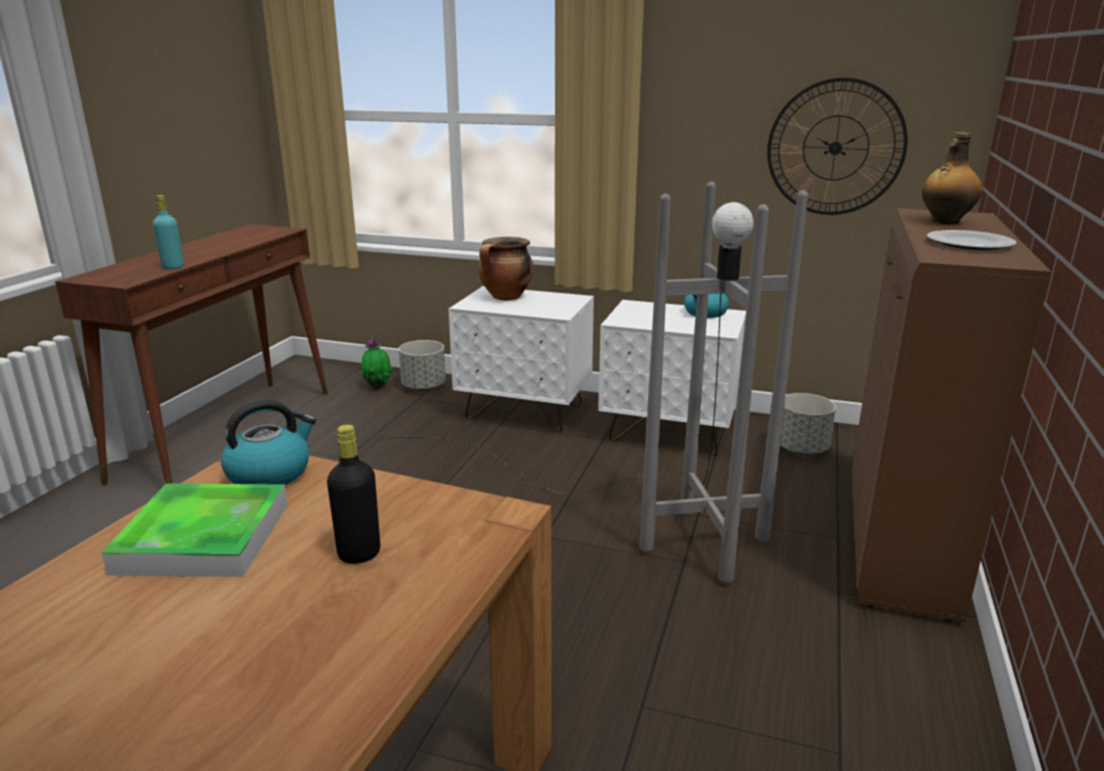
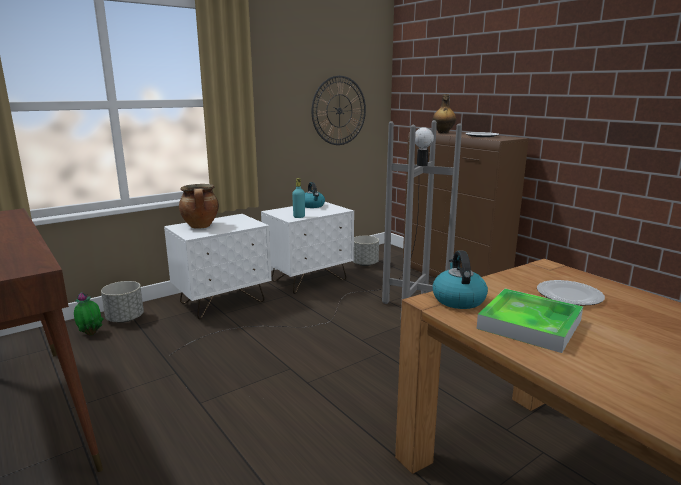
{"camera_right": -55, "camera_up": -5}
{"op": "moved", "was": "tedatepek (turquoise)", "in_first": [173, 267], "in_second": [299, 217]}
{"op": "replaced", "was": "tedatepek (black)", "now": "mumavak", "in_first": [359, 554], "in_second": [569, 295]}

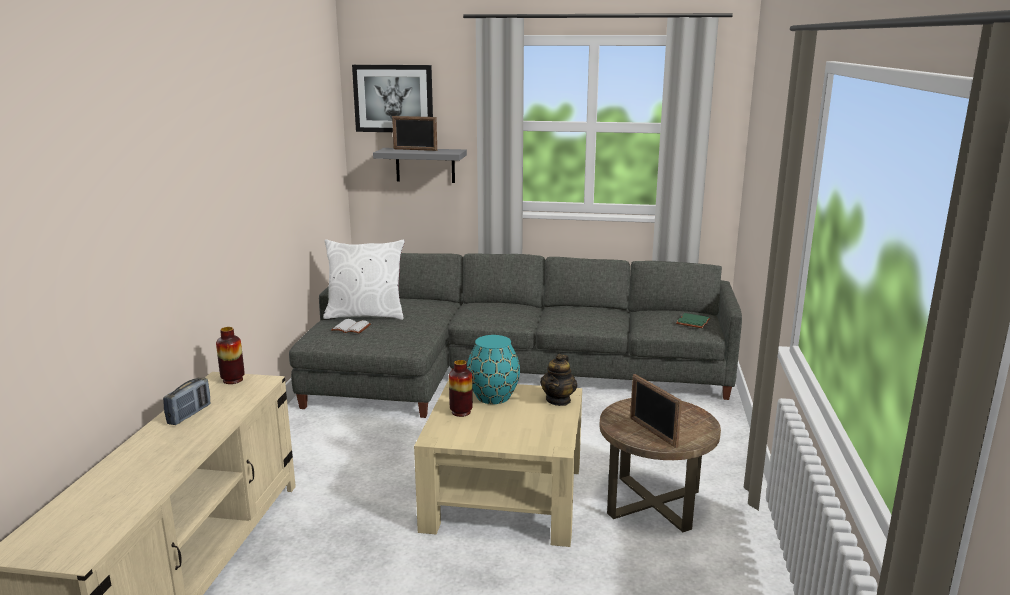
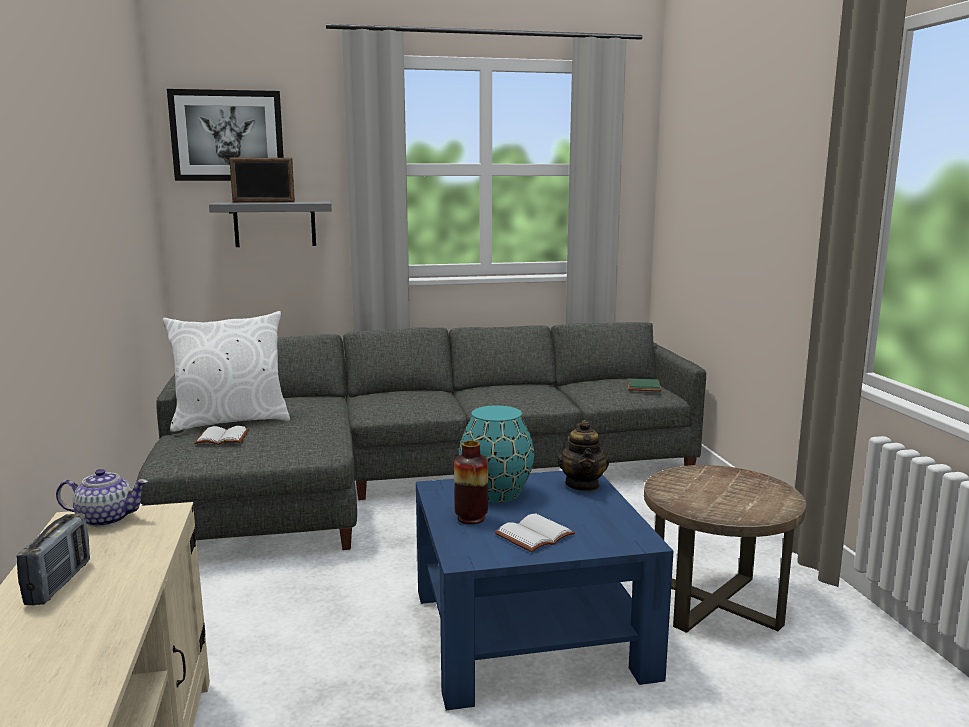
{"camera_right": -20, "camera_up": -5}
{"op": "replaced", "was": "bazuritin", "now": "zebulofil", "in_first": [233, 380], "in_second": [105, 519]}
{"op": "recoloured", "was": "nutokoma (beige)", "now": "nutokoma (blue)", "in_first": [504, 496], "in_second": [529, 632]}
{"op": "removed", "was": "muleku", "in_first": [652, 432]}
{"op": "added", "now": "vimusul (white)", "in_second": [535, 536]}

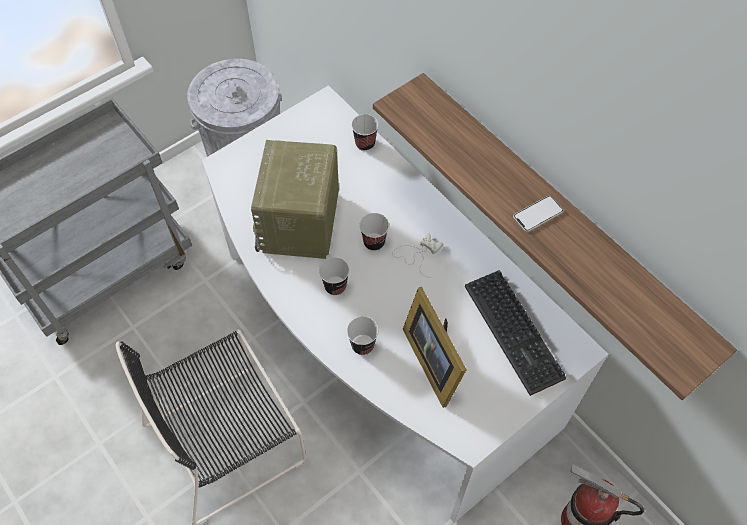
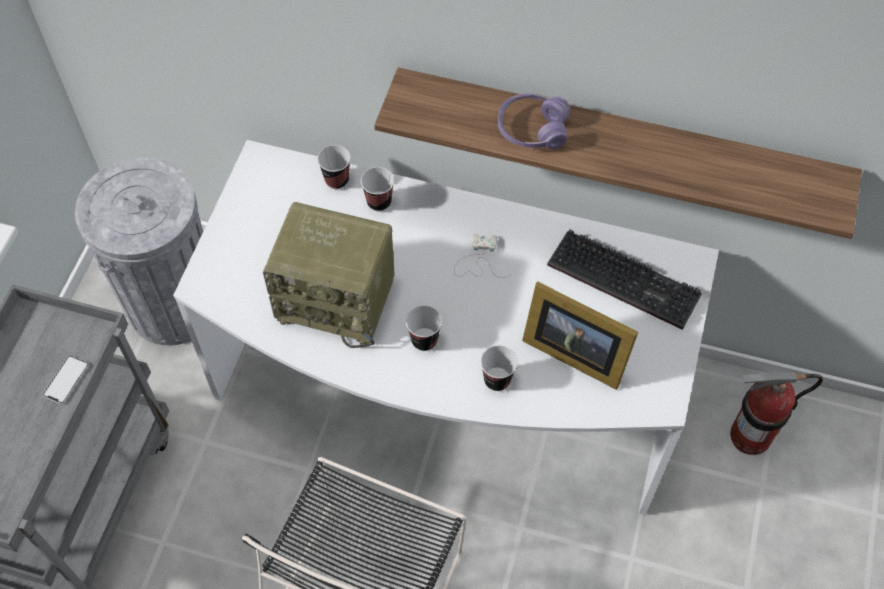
{"camera_right": -35, "camera_up": 0}
{"op": "turned", "was": "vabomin", "in_first": [301, 224], "in_second": [338, 299], "clockwise": -45}
{"op": "moved", "was": "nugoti", "in_first": [374, 242], "in_second": [379, 202]}
{"op": "moved", "was": "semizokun", "in_first": [538, 214], "in_second": [66, 380]}
{"op": "added", "now": "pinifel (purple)", "in_second": [532, 129]}

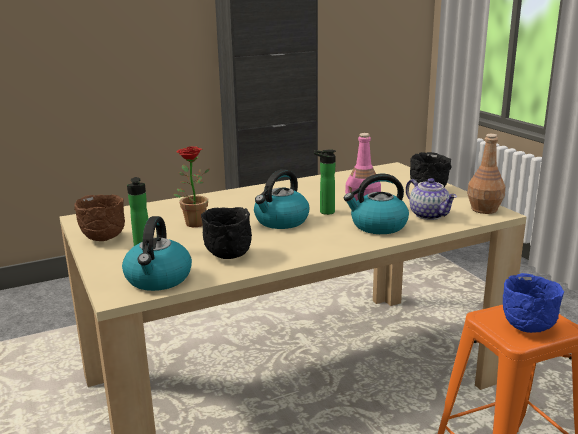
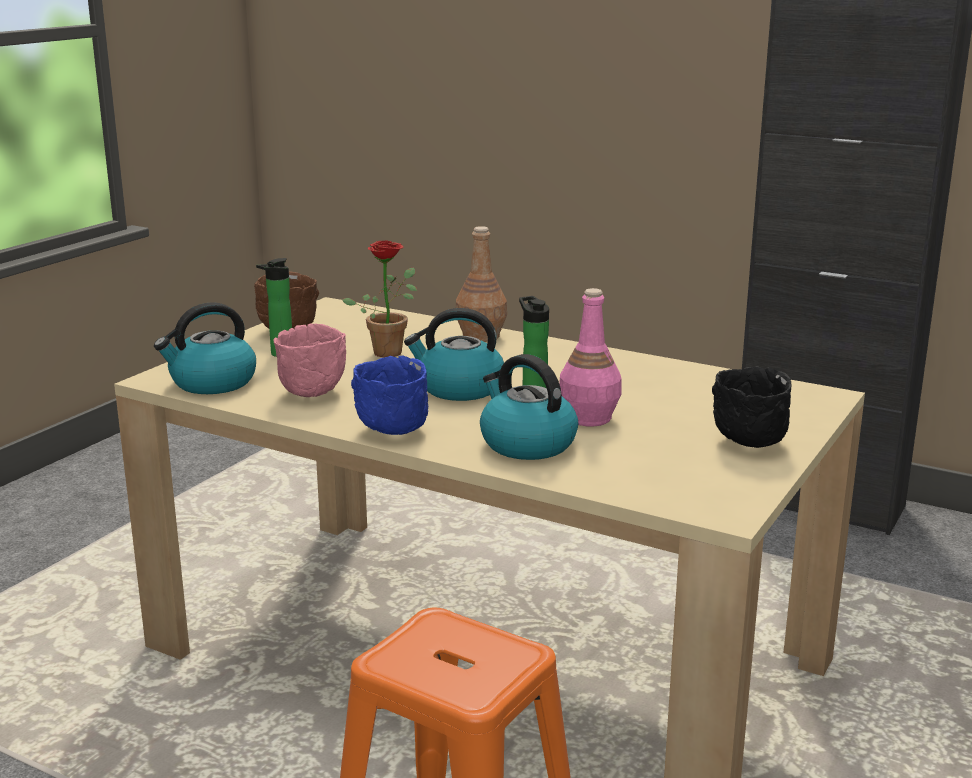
{"camera_right": 55, "camera_up": 0}
{"op": "recoloured", "was": "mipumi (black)", "now": "mipumi (pink)", "in_first": [229, 255], "in_second": [314, 393]}
{"op": "removed", "was": "zebulofil", "in_first": [429, 215]}
{"op": "moved", "was": "tedatepek (brown)", "in_first": [484, 209], "in_second": [481, 336]}
{"op": "moved", "was": "mipumi (blue)", "in_first": [526, 328], "in_second": [393, 430]}

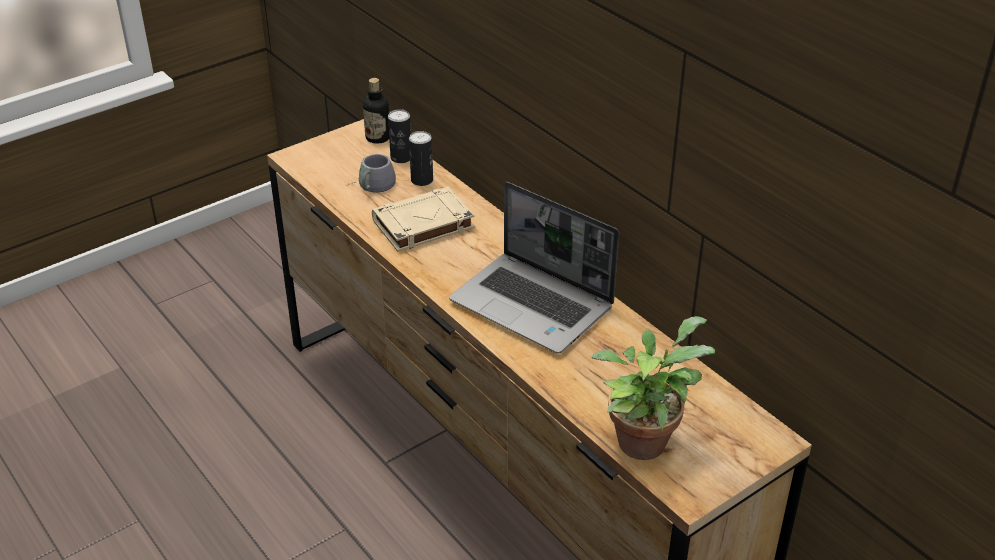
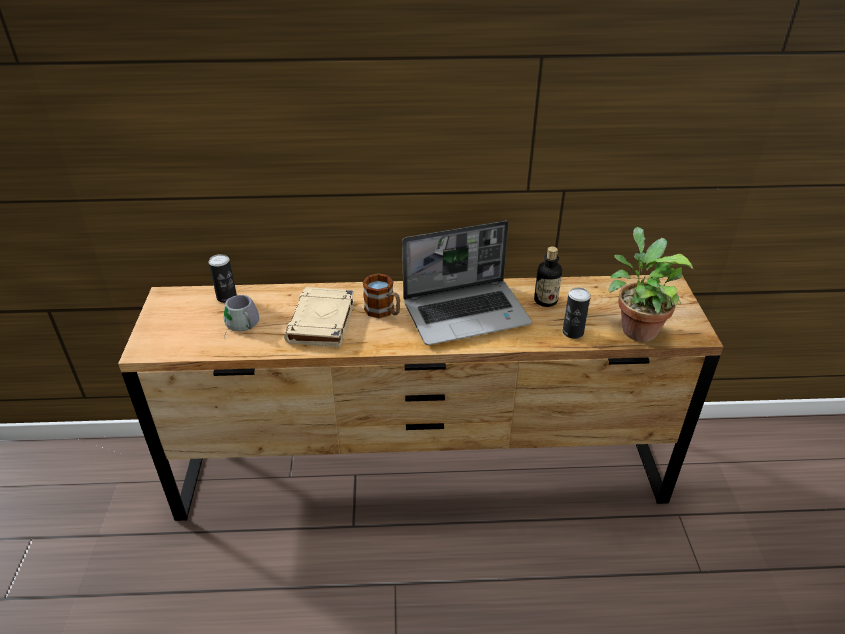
{"camera_right": -55, "camera_up": 0}
{"op": "moved", "was": "tedatepek", "in_first": [378, 137], "in_second": [545, 300]}
{"op": "moved", "was": "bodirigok", "in_first": [422, 180], "in_second": [573, 332]}
{"op": "added", "now": "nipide", "in_second": [384, 311]}

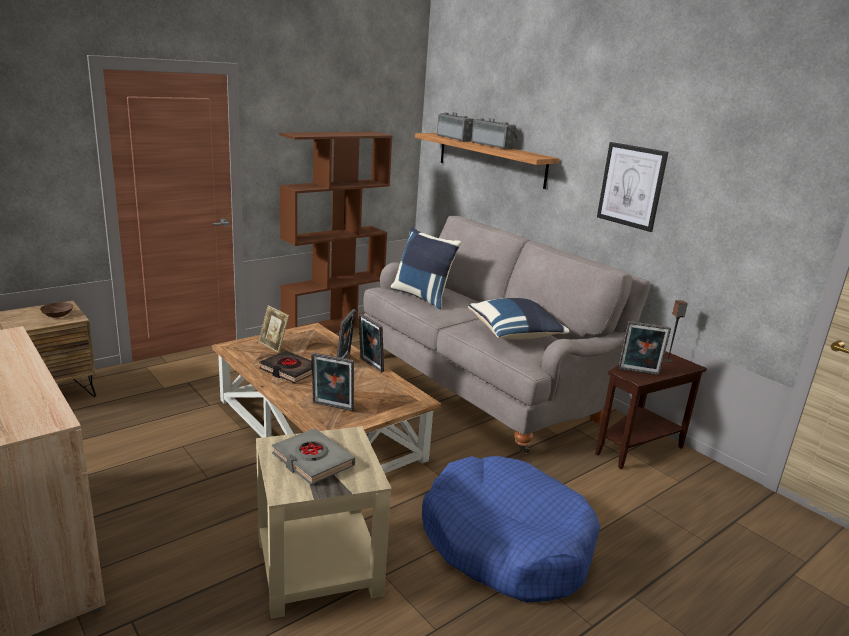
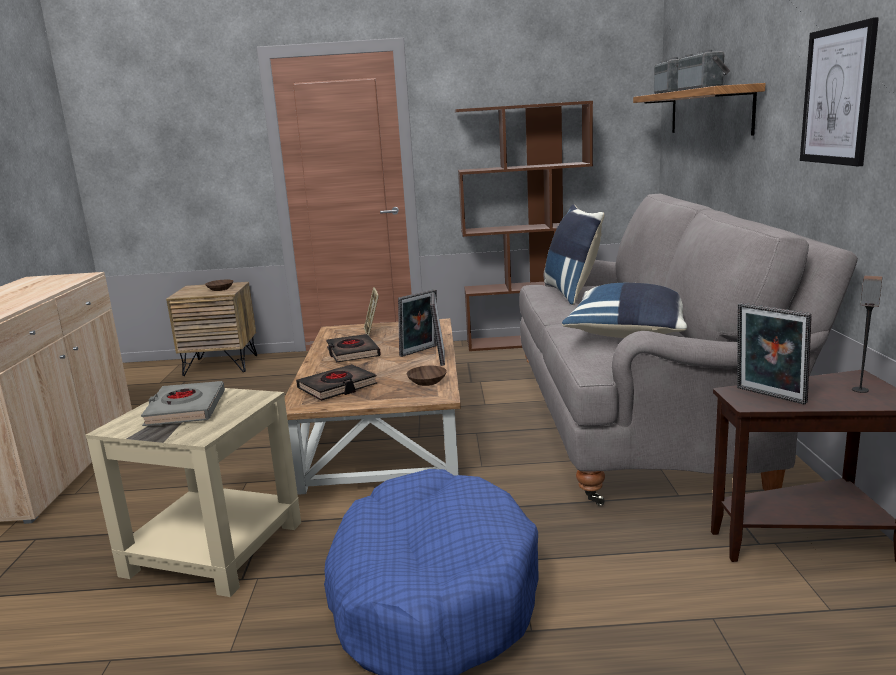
{"camera_right": 40, "camera_up": -5}
{"op": "replaced", "was": "muleku", "now": "vimusul (black)", "in_first": [332, 407], "in_second": [337, 387]}
{"op": "added", "now": "mipumi (brown)", "in_second": [427, 382]}

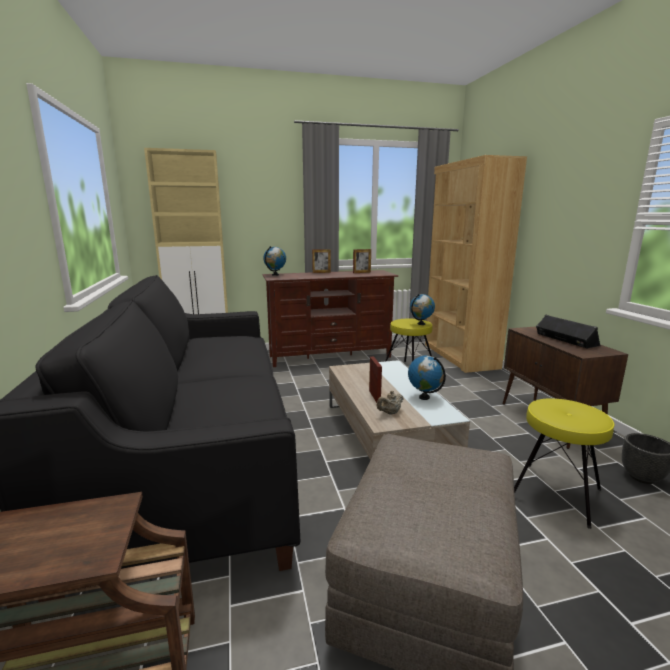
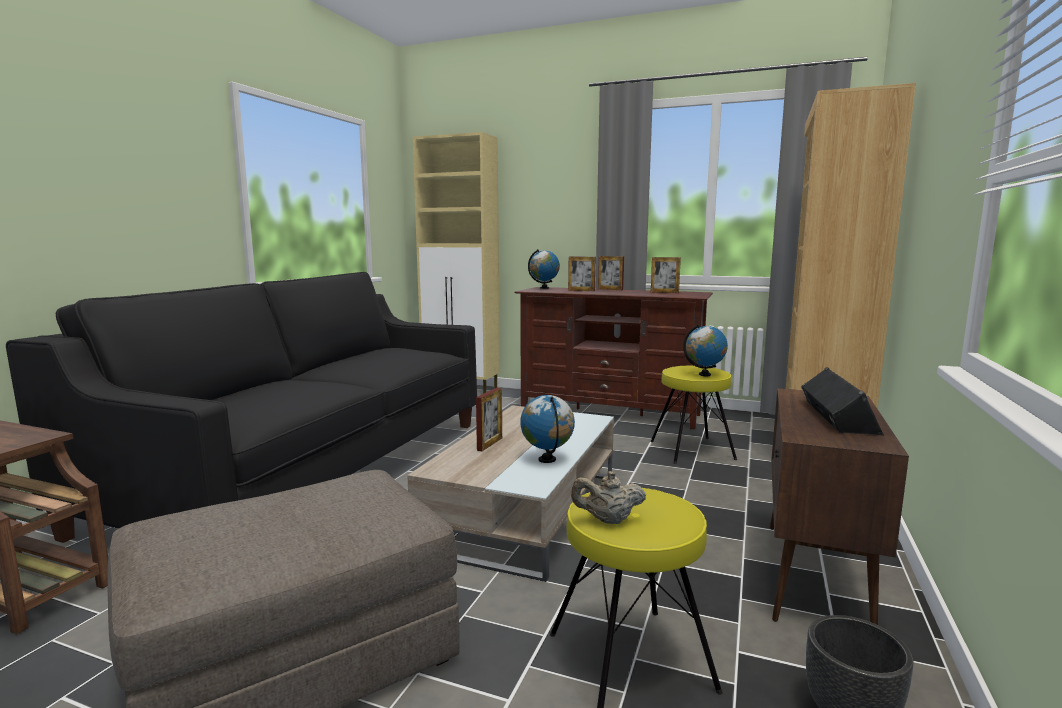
{"camera_right": 35, "camera_up": -5}
{"op": "moved", "was": "zebulofil (beige)", "in_first": [390, 413], "in_second": [608, 520]}
{"op": "added", "now": "muleku", "in_second": [581, 290]}

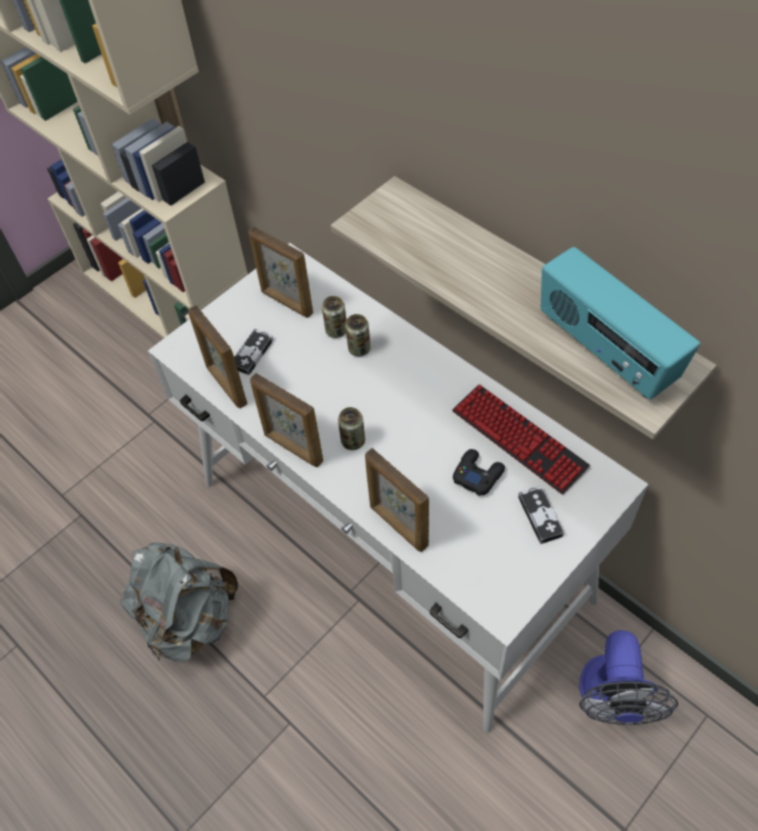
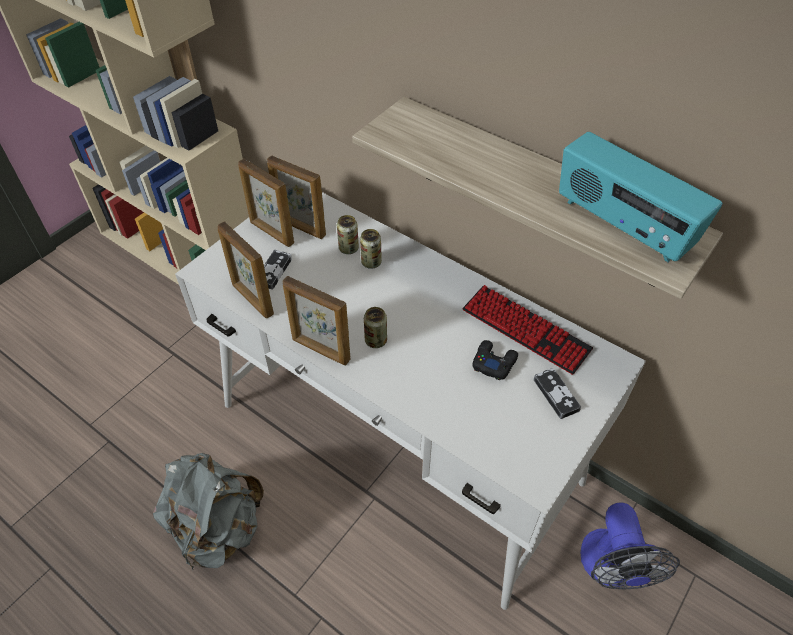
{"camera_right": -10, "camera_up": -5}
{"op": "moved", "was": "muleku", "in_first": [398, 526], "in_second": [271, 233]}

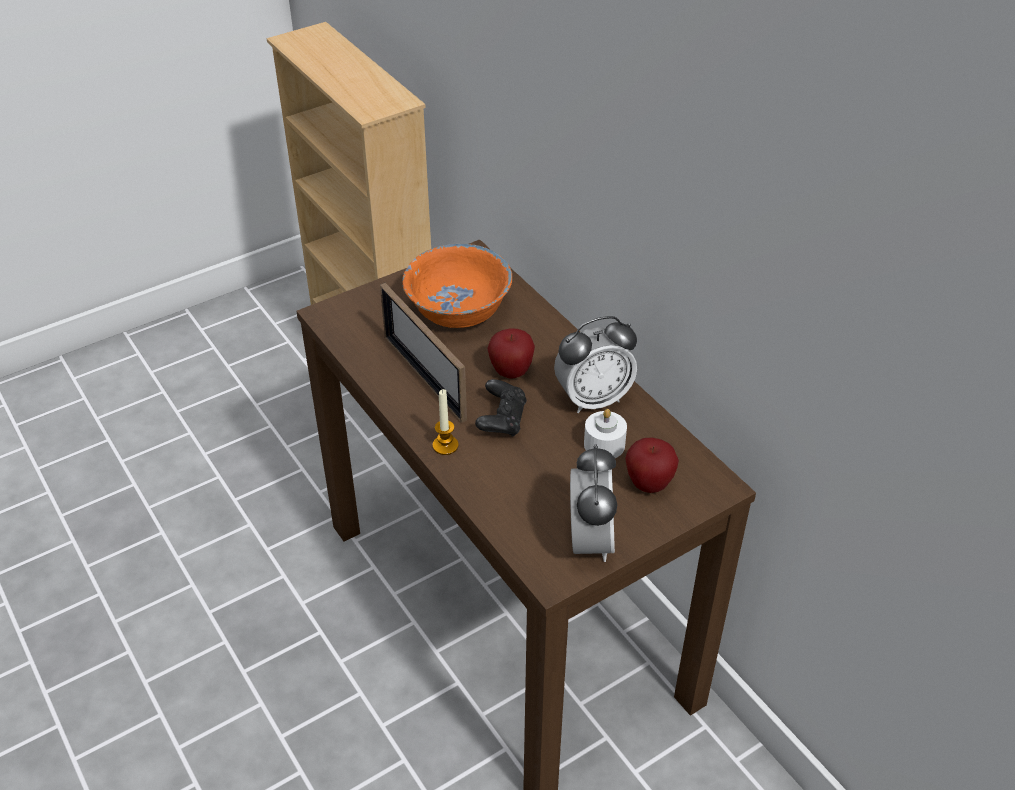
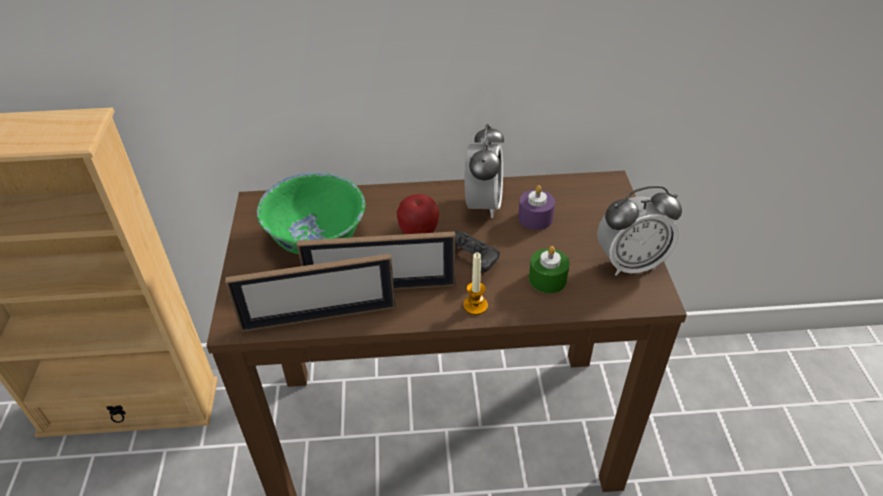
{"camera_right": -60, "camera_up": 0}
{"op": "recoloured", "was": "mipumi (orange)", "now": "mipumi (green)", "in_first": [458, 310], "in_second": [316, 236]}
{"op": "turned", "was": "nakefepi", "in_first": [590, 541], "in_second": [630, 264], "clockwise": 135}
{"op": "recoloured", "was": "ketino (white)", "now": "ketino (purple)", "in_first": [604, 444], "in_second": [535, 218]}
{"op": "removed", "was": "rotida", "in_first": [648, 484]}
{"op": "added", "now": "muleku", "in_second": [319, 317]}
{"op": "added", "now": "ketino (green)", "in_second": [547, 279]}

